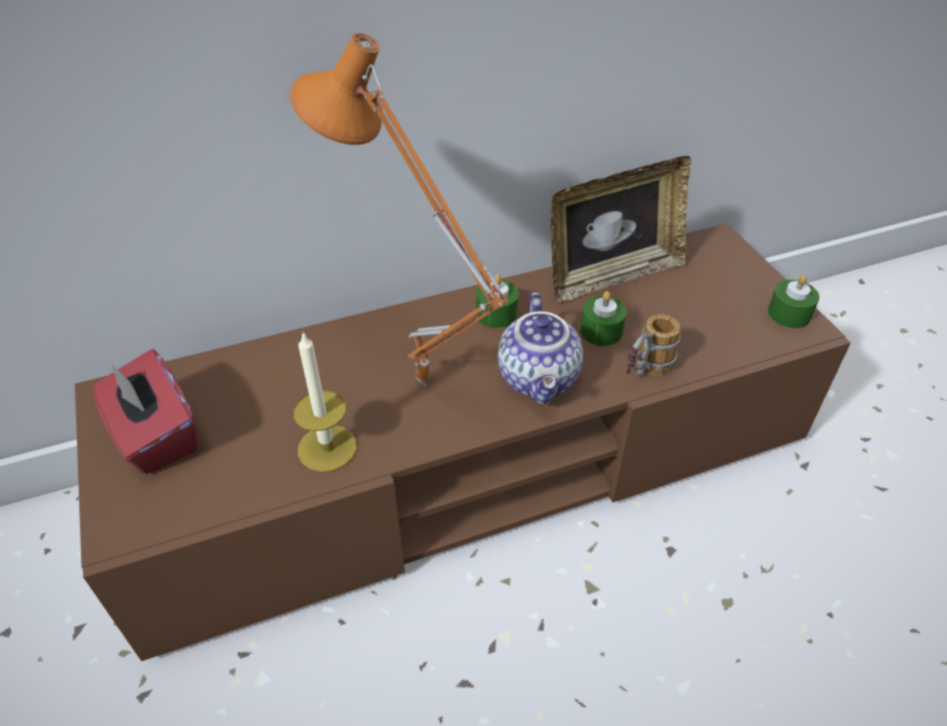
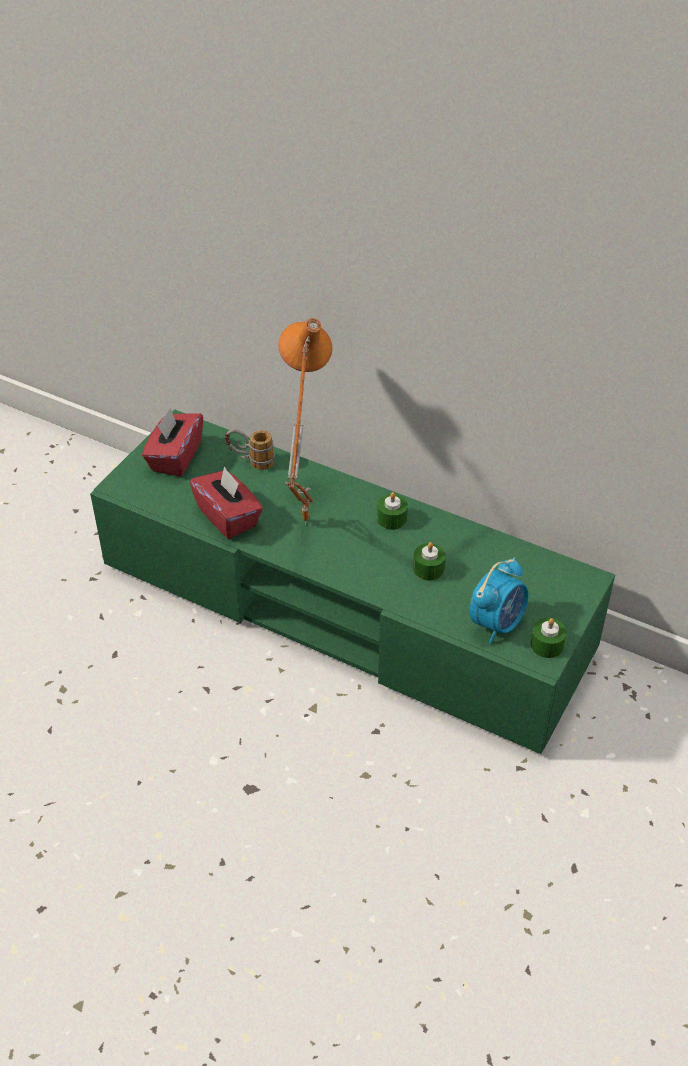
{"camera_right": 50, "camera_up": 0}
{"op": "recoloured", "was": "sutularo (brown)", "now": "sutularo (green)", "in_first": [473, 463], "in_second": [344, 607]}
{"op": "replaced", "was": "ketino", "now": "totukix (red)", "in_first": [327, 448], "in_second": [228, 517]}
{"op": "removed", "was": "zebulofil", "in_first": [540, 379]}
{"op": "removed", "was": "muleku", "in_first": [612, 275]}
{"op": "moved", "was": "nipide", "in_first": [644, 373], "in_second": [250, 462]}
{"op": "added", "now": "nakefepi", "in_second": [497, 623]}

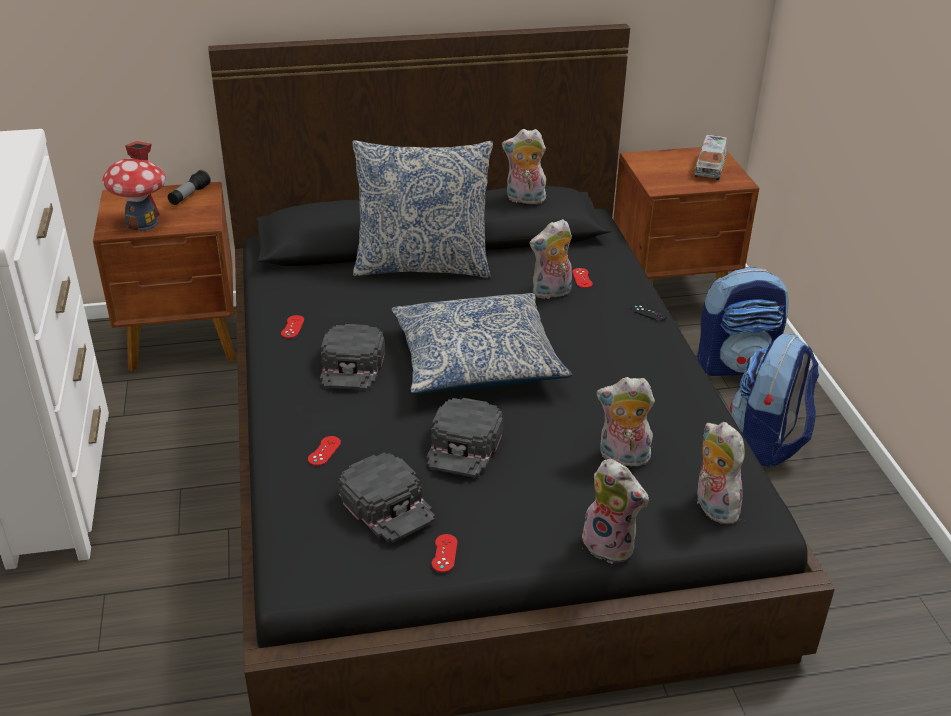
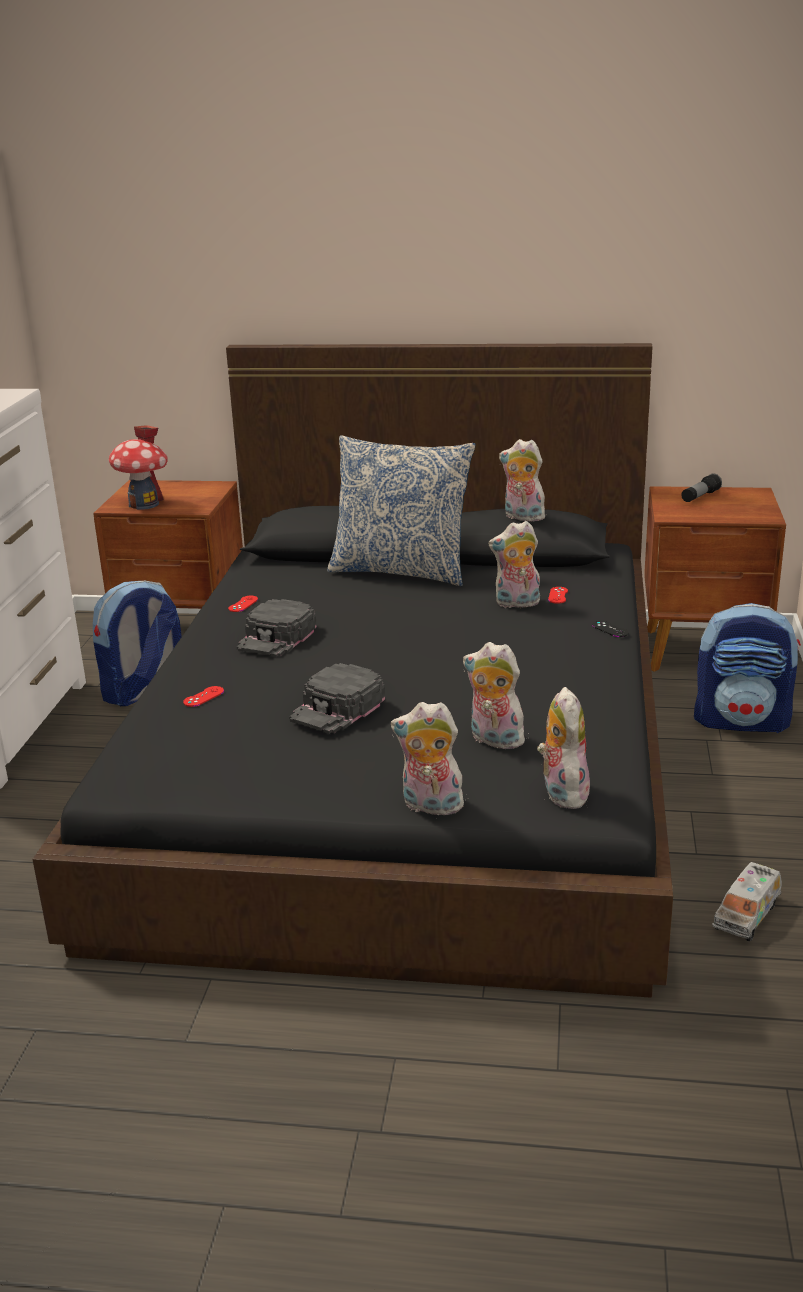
{"camera_right": 20, "camera_up": -10}
{"op": "moved", "was": "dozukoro", "in_first": [189, 195], "in_second": [700, 497]}
{"op": "removed", "was": "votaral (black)", "in_first": [388, 504]}
{"op": "removed", "was": "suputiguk", "in_first": [476, 360]}
{"op": "removed", "was": "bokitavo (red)", "in_first": [444, 553]}
{"op": "turned", "was": "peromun", "in_first": [611, 545], "in_second": [430, 806], "clockwise": 135}
{"op": "moved", "was": "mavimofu", "in_first": [710, 167], "in_second": [746, 914]}
{"op": "moved", "was": "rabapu", "in_first": [767, 443], "in_second": [144, 691]}

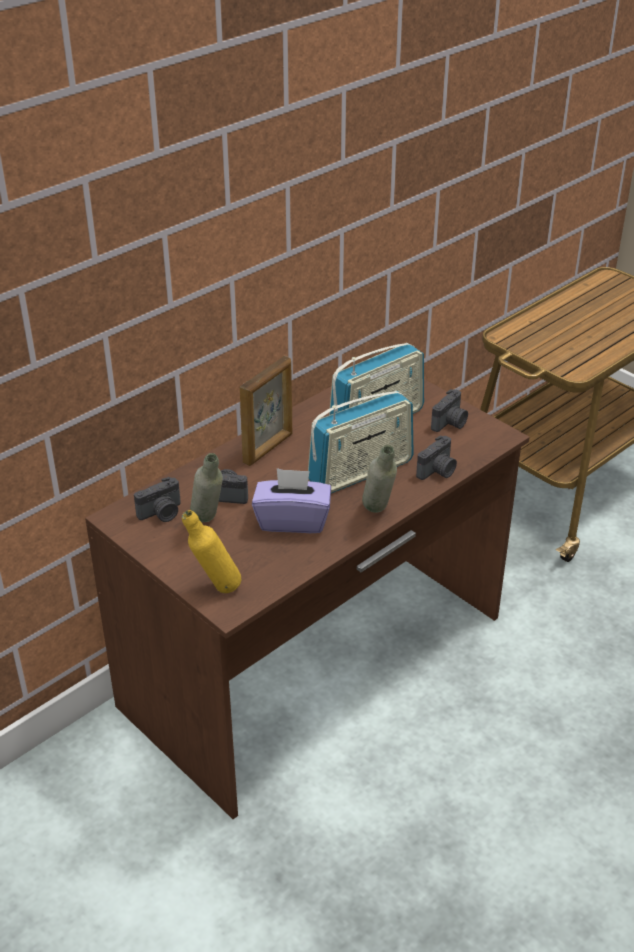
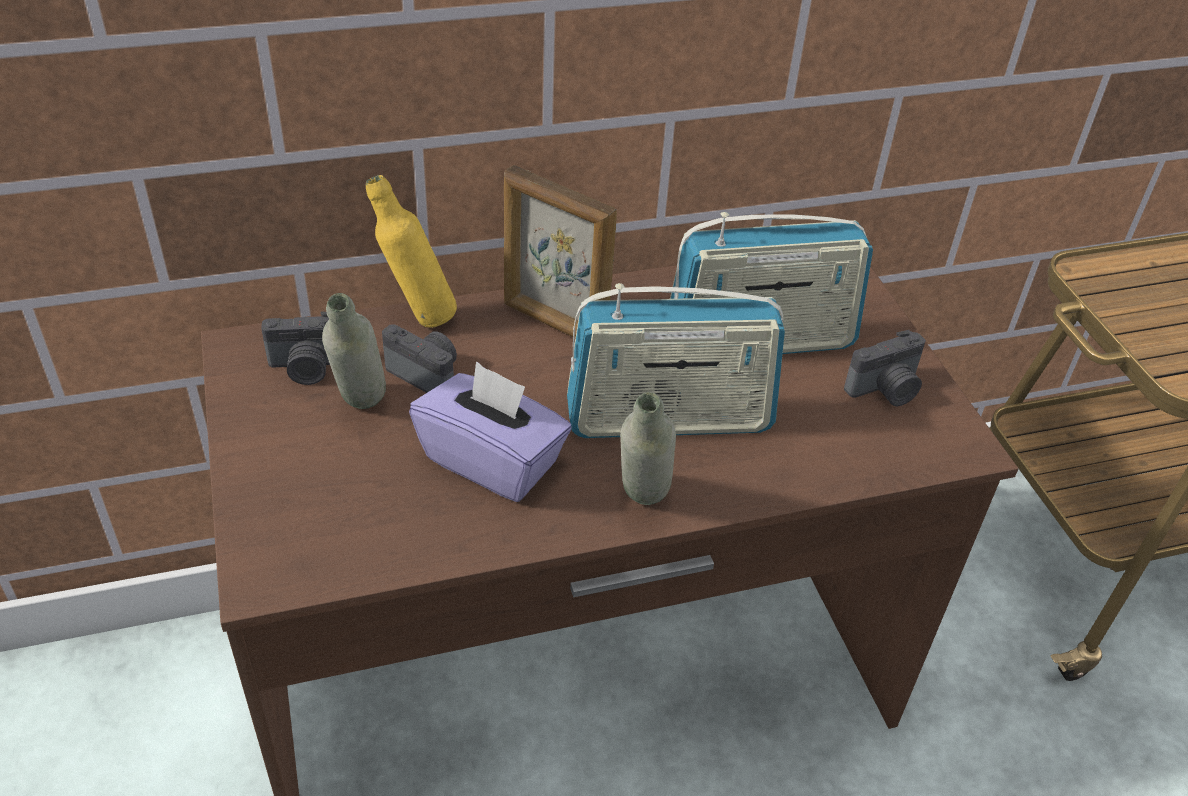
{"camera_right": 25, "camera_up": 5}
{"op": "moved", "was": "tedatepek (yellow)", "in_first": [215, 589], "in_second": [417, 317]}
{"op": "turned", "was": "muleku", "in_first": [269, 448], "in_second": [553, 323], "clockwise": 60}
{"op": "removed", "was": "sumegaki", "in_first": [438, 471]}

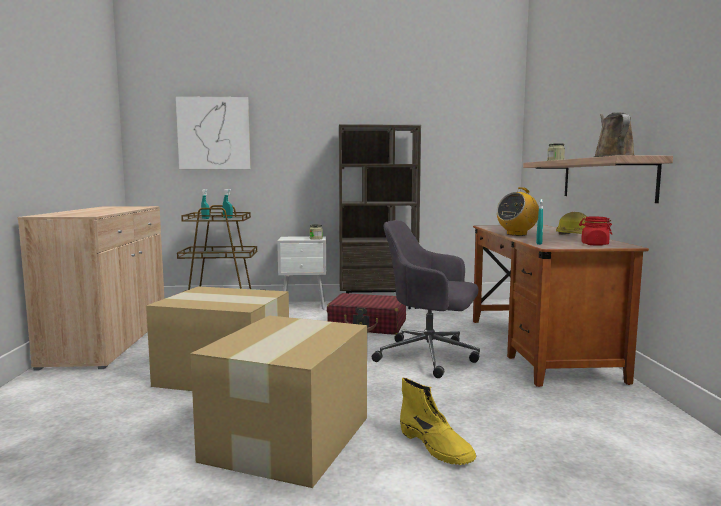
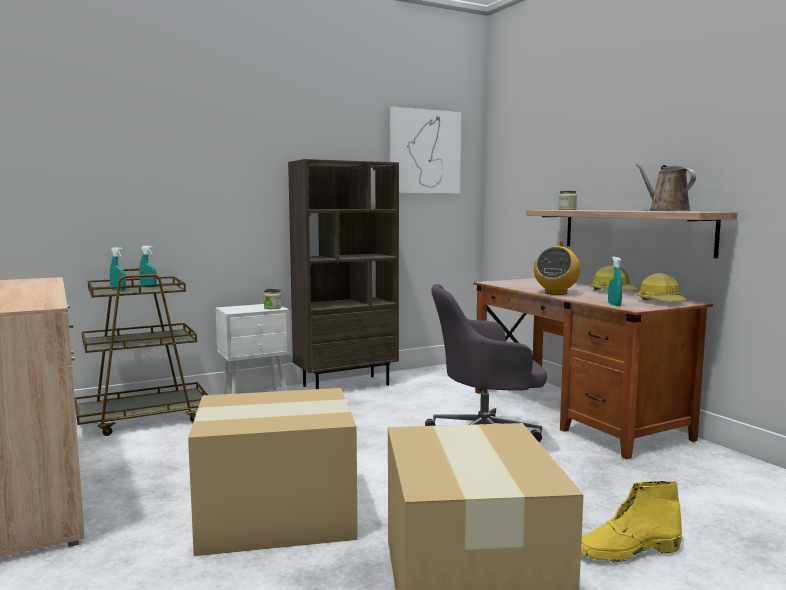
{"camera_right": -25, "camera_up": 0}
{"op": "moved", "was": "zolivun", "in_first": [214, 133], "in_second": [424, 152]}
{"op": "removed", "was": "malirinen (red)", "in_first": [368, 325]}
{"op": "turned", "was": "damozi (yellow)", "in_first": [436, 447], "in_second": [627, 551], "clockwise": 135}
{"op": "replaced", "was": "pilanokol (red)", "now": "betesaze", "in_first": [594, 244], "in_second": [661, 302]}

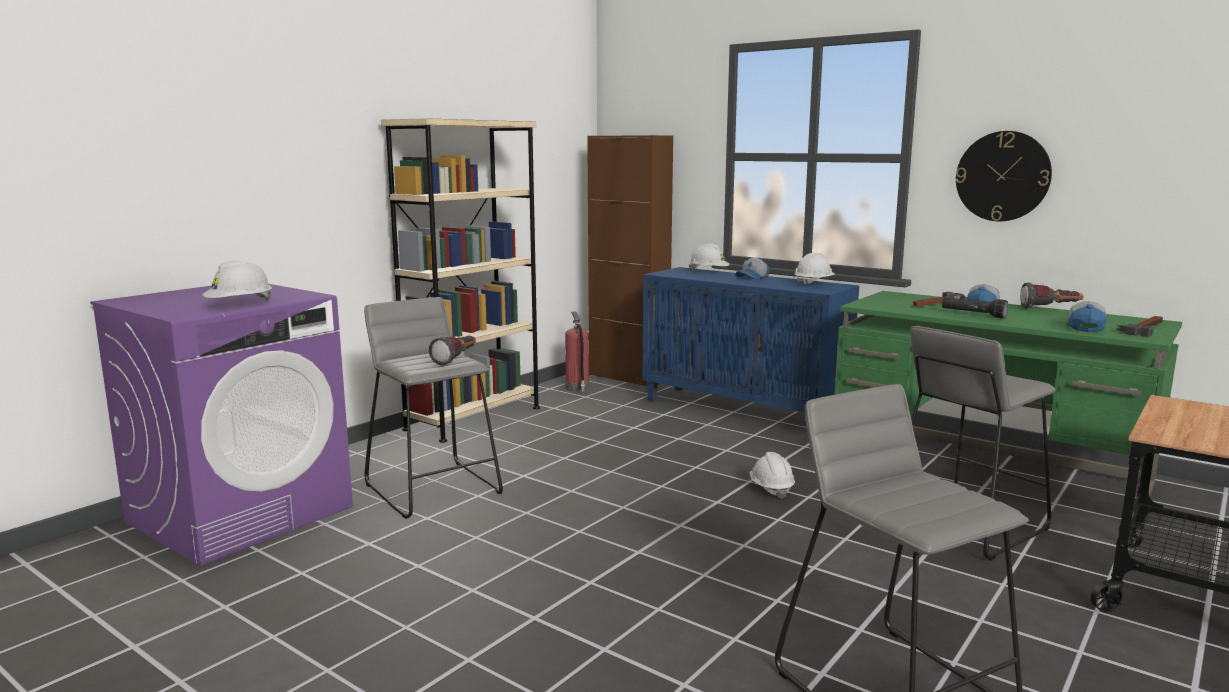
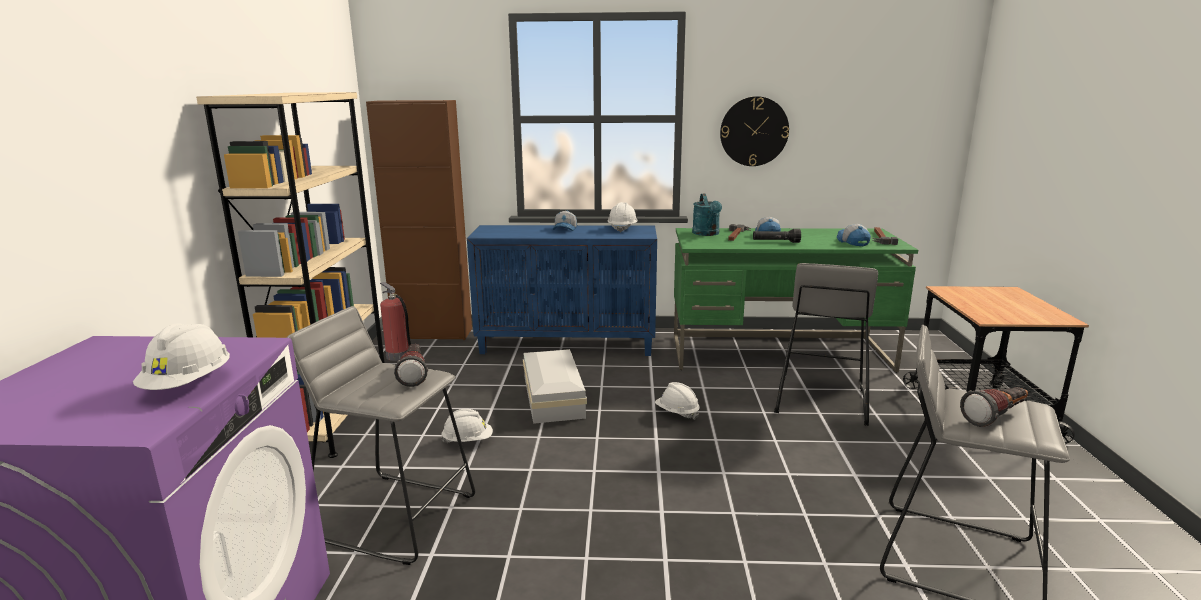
{"camera_right": -35, "camera_up": 5}
{"op": "moved", "was": "betesaze (white)", "in_first": [708, 271], "in_second": [468, 441]}
{"op": "moved", "was": "dozukoro", "in_first": [1050, 309], "in_second": [996, 417]}
{"op": "added", "now": "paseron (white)", "in_second": [554, 396]}
{"op": "added", "now": "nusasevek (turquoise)", "in_second": [707, 234]}

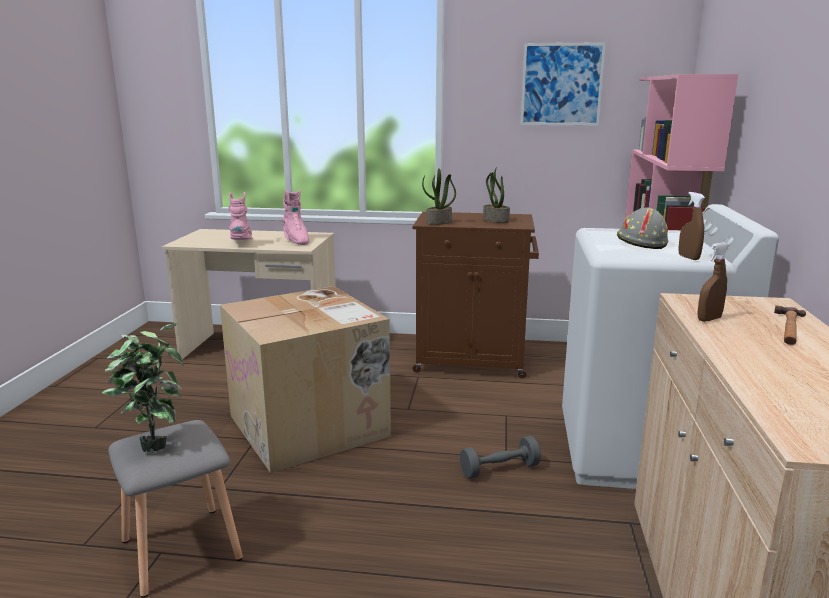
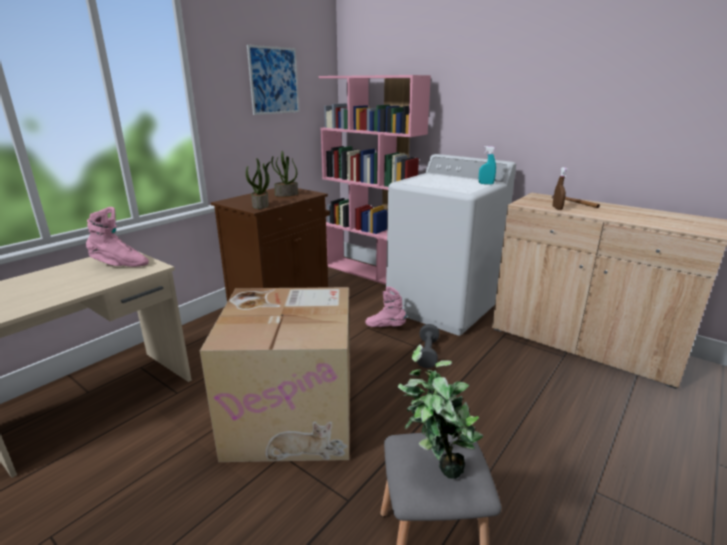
{"camera_right": -60, "camera_up": 5}
{"op": "moved", "was": "damozi (pink)", "in_first": [242, 243], "in_second": [385, 326]}
{"op": "removed", "was": "betesaze (grey)", "in_first": [640, 243]}
{"op": "recoloured", "was": "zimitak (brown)", "now": "zimitak (turquoise)", "in_first": [688, 257], "in_second": [486, 184]}

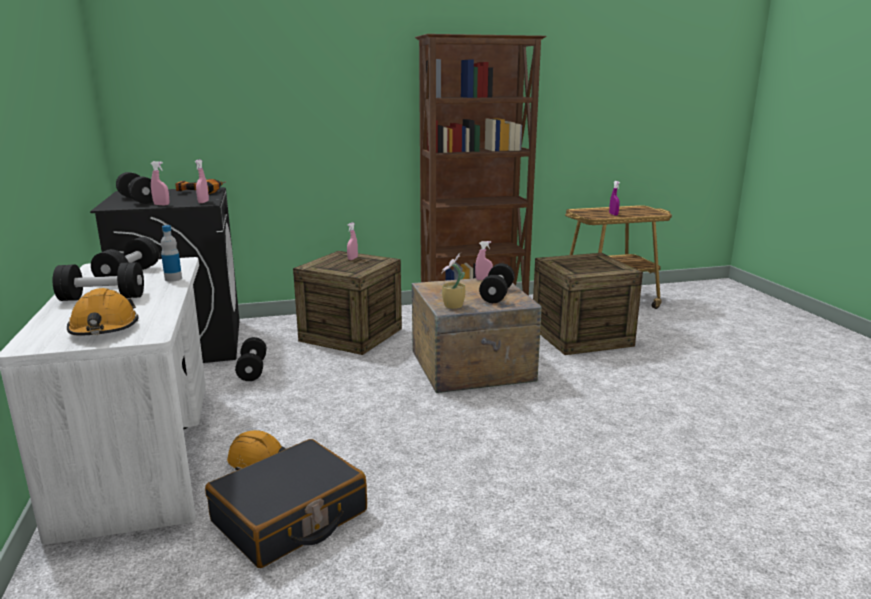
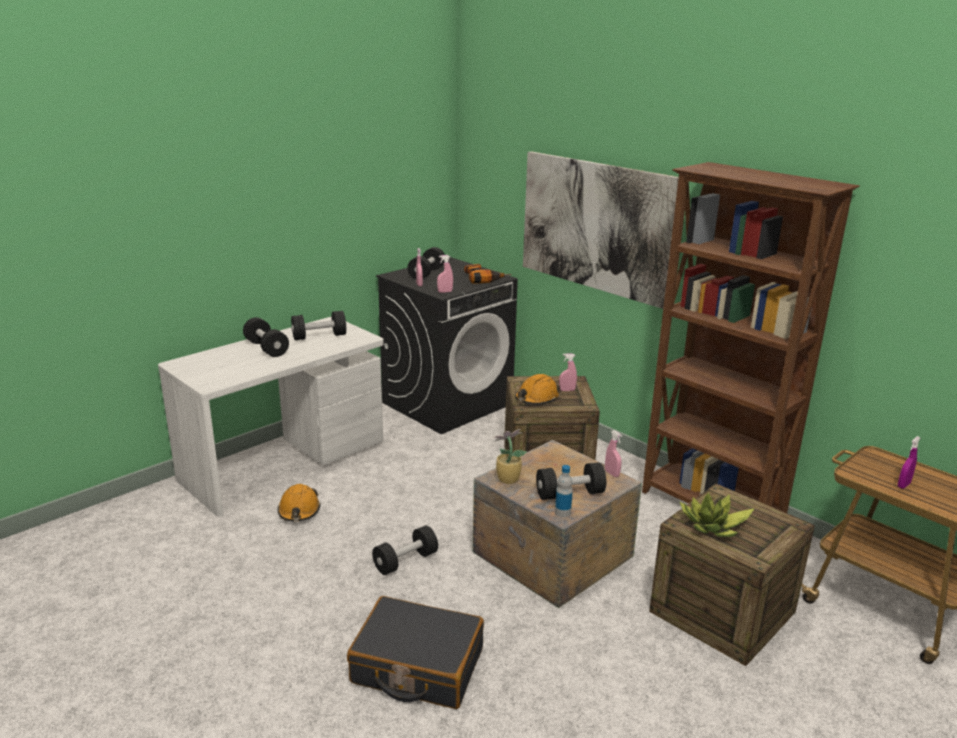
{"camera_right": 60, "camera_up": 5}
{"op": "moved", "was": "betesaze (orange)", "in_first": [104, 328], "in_second": [536, 398]}
{"op": "moved", "was": "tedatepek", "in_first": [173, 279], "in_second": [562, 512]}
{"op": "moved", "was": "malirinen (black)", "in_first": [290, 517], "in_second": [417, 666]}
{"op": "moved", "was": "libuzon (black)", "in_first": [252, 370], "in_second": [405, 561]}
{"op": "added", "now": "zolivun", "in_second": [596, 226]}
{"op": "added", "now": "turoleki", "in_second": [713, 527]}

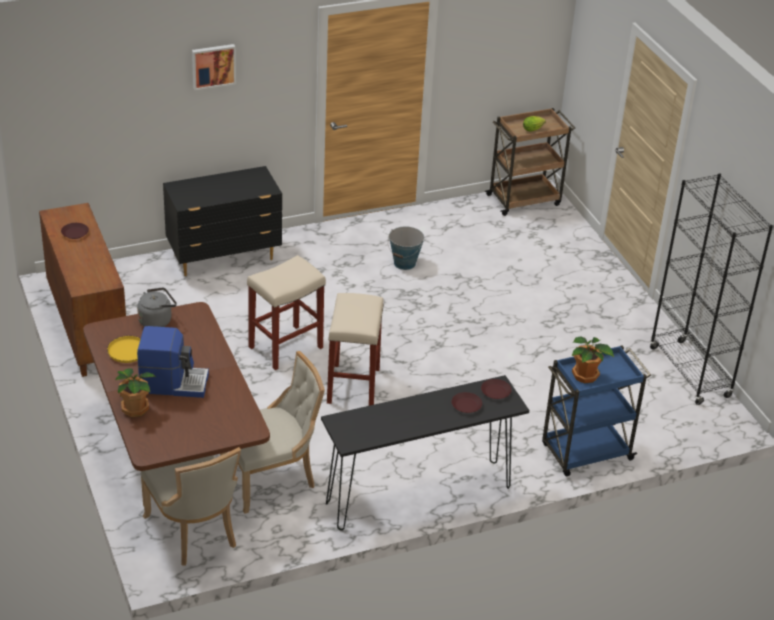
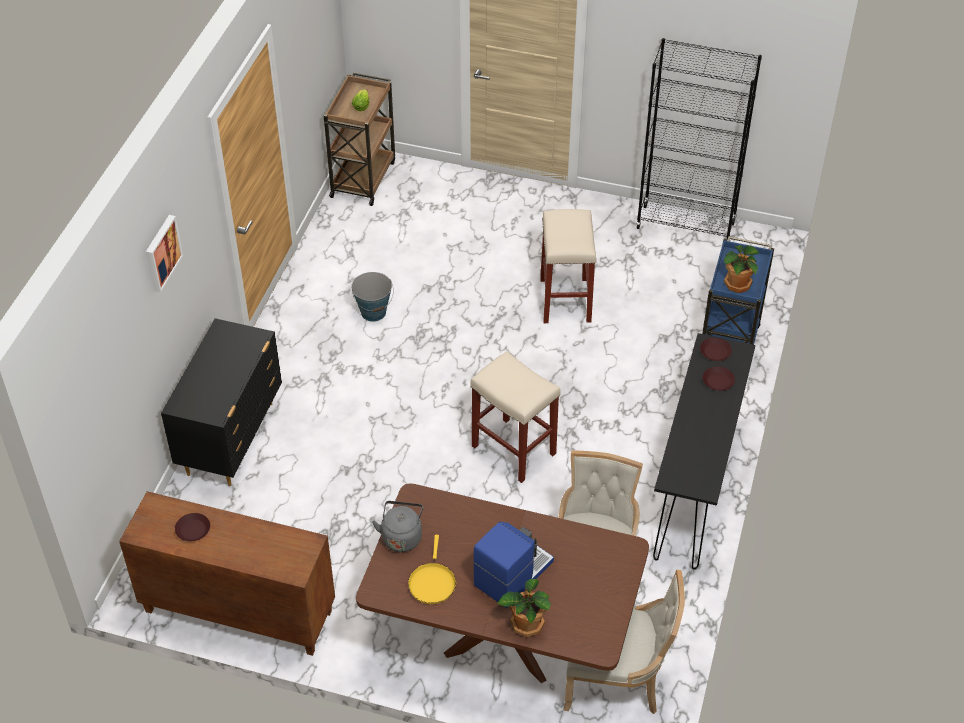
{"camera_right": -50, "camera_up": 10}
{"op": "moved", "was": "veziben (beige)", "in_first": [285, 348], "in_second": [566, 301]}

